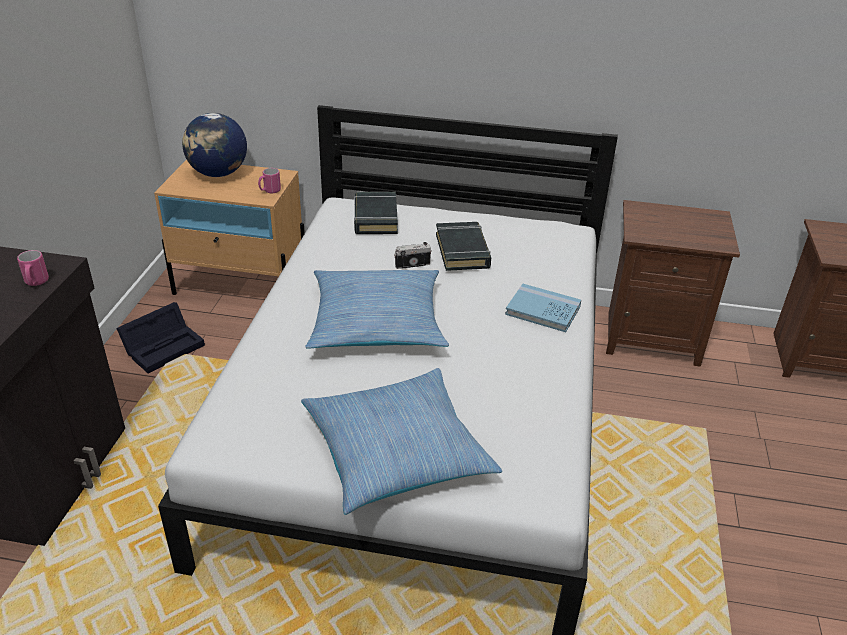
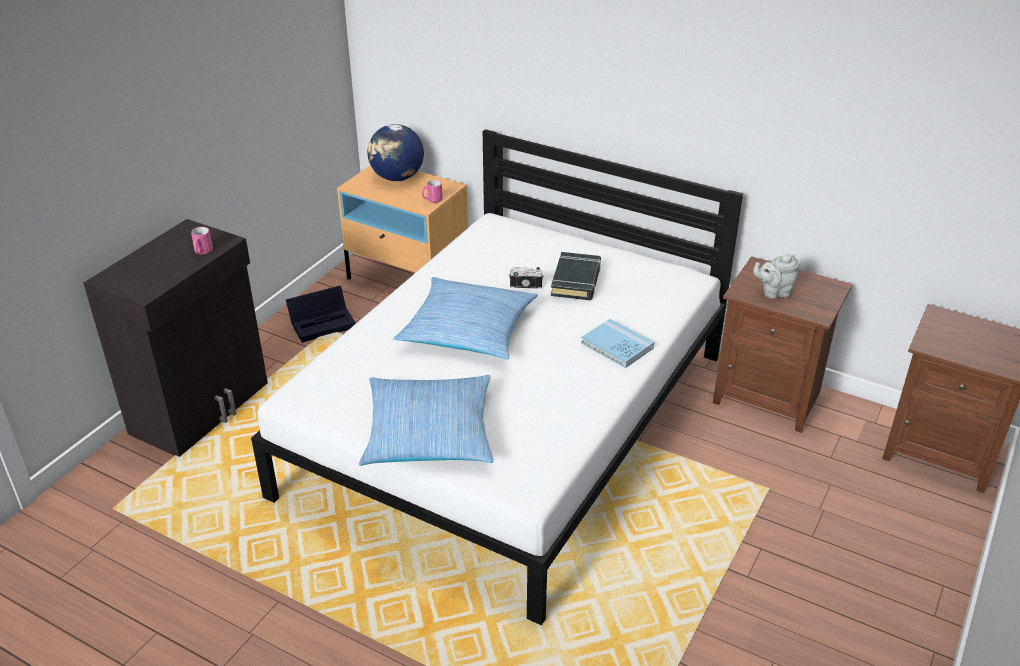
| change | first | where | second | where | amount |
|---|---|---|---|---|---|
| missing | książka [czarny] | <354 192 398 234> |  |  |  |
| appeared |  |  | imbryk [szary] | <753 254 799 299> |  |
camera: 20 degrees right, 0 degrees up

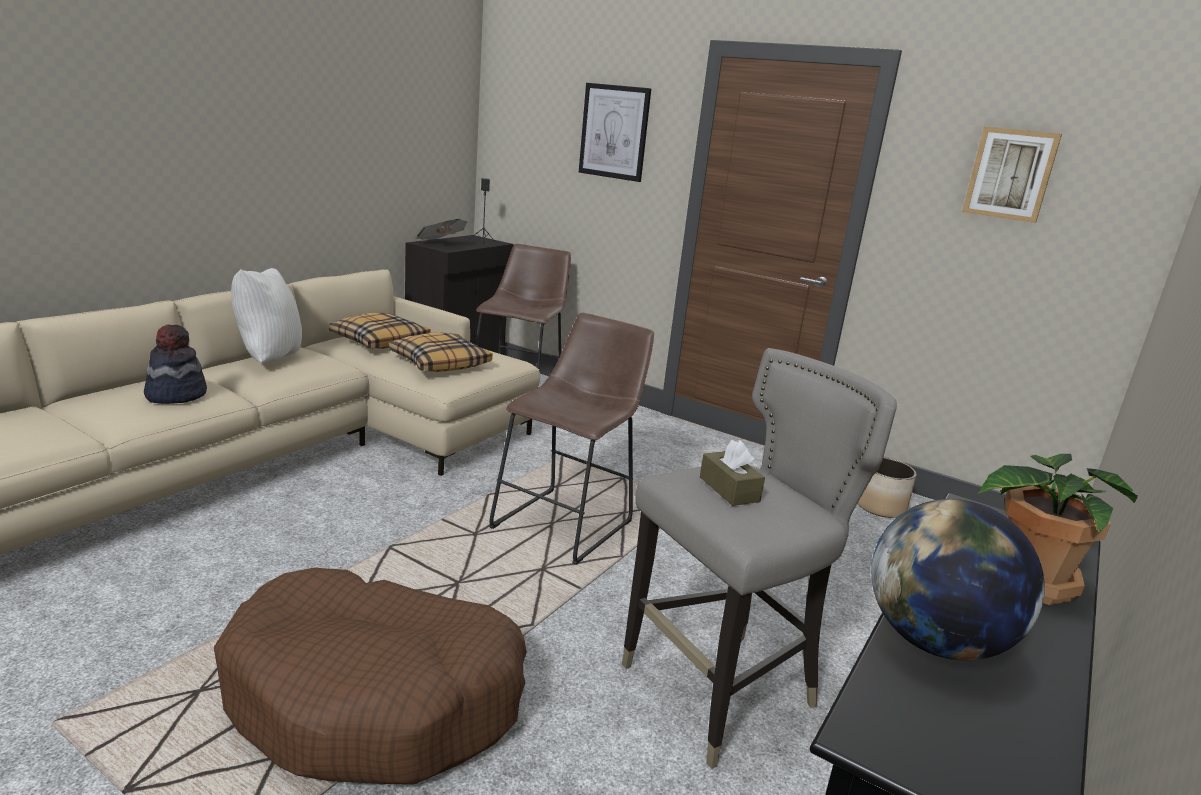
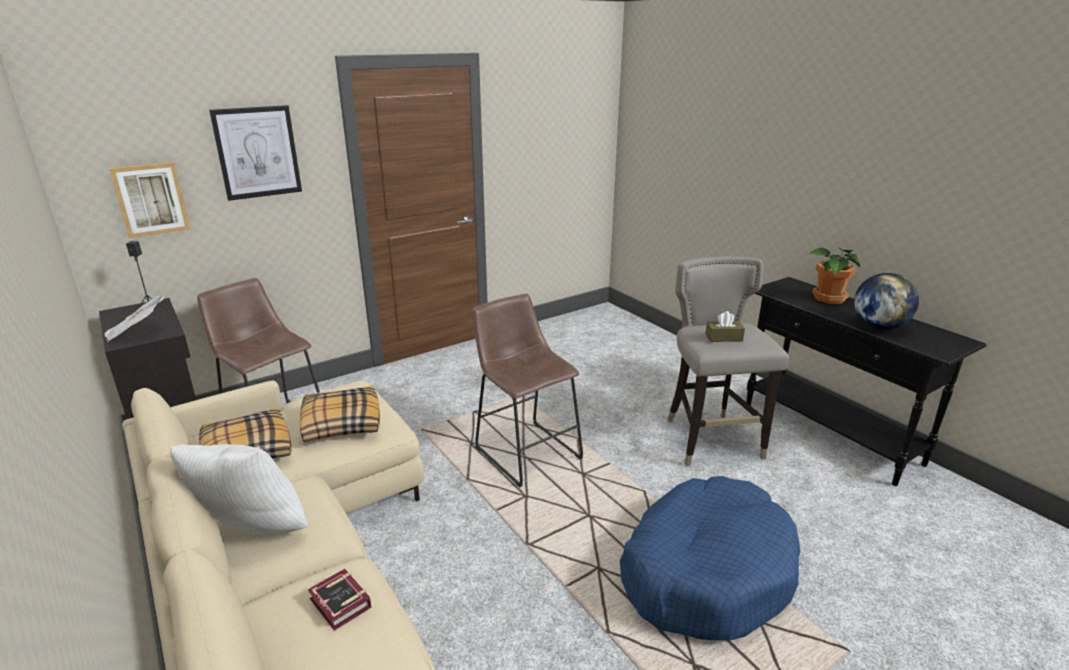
| change | first | where | second | where | amount |
|---|---|---|---|---|---|
| relocated | obraz | <962 127 1062 223> |  | <109 162 190 238> |  |
| exchanged | kapelusz | <144 325 207 404> | książka | <308 569 372 631> |  |
| missing | donica | <857 458 917 518> |  |  |  |
| colour | legowisko [brązowy] | <214 568 527 785> | legowisko [niebieski] | <620 476 800 640> |  |
camera: 65 degrees left, 5 degrees up

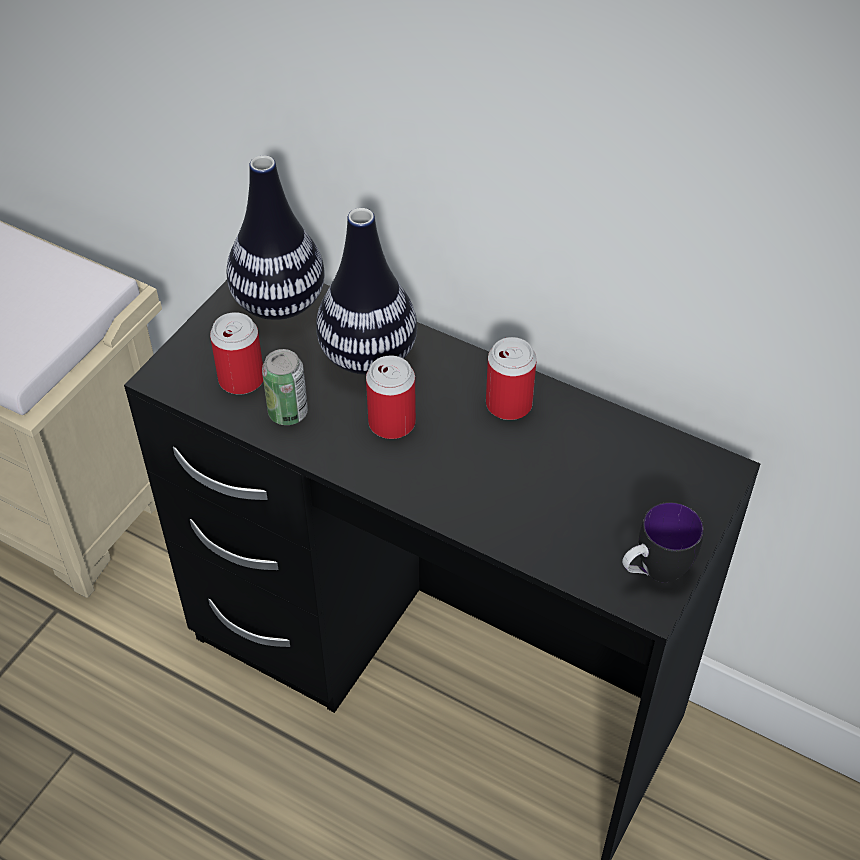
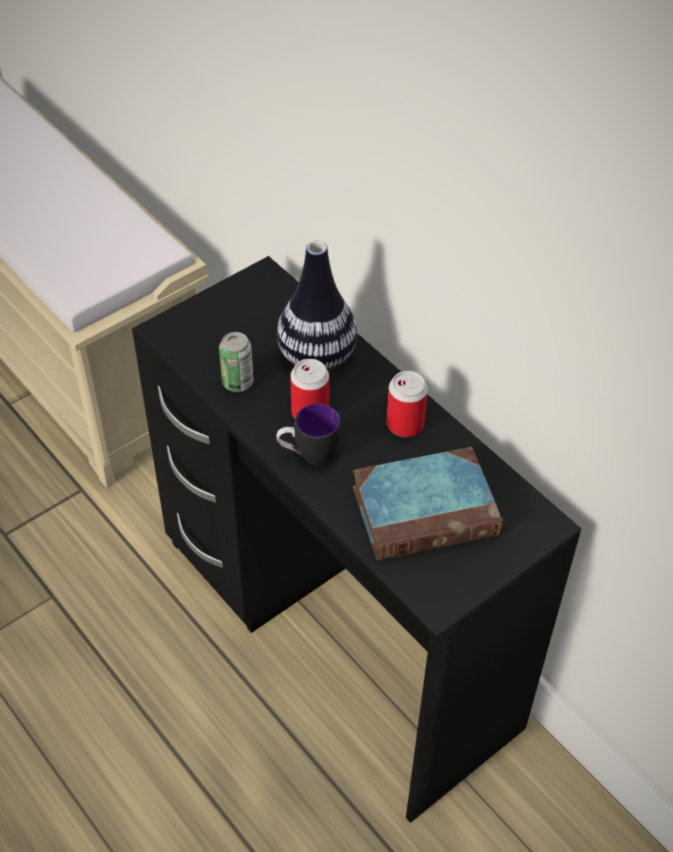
| change | first | where | second | where | amount |
|---|---|---|---|---|---|
| missing | wazon | <226 155 325 320> |  |  |  |
| missing | puszka | <210 312 263 395> |  |  |  |
| relocated | kubek | <622 502 704 583> |  | <277 404 341 465> |  |
| appeared |  |  | książka | <352 447 503 561> |  |
camera: 20 degrees right, 0 degrees up

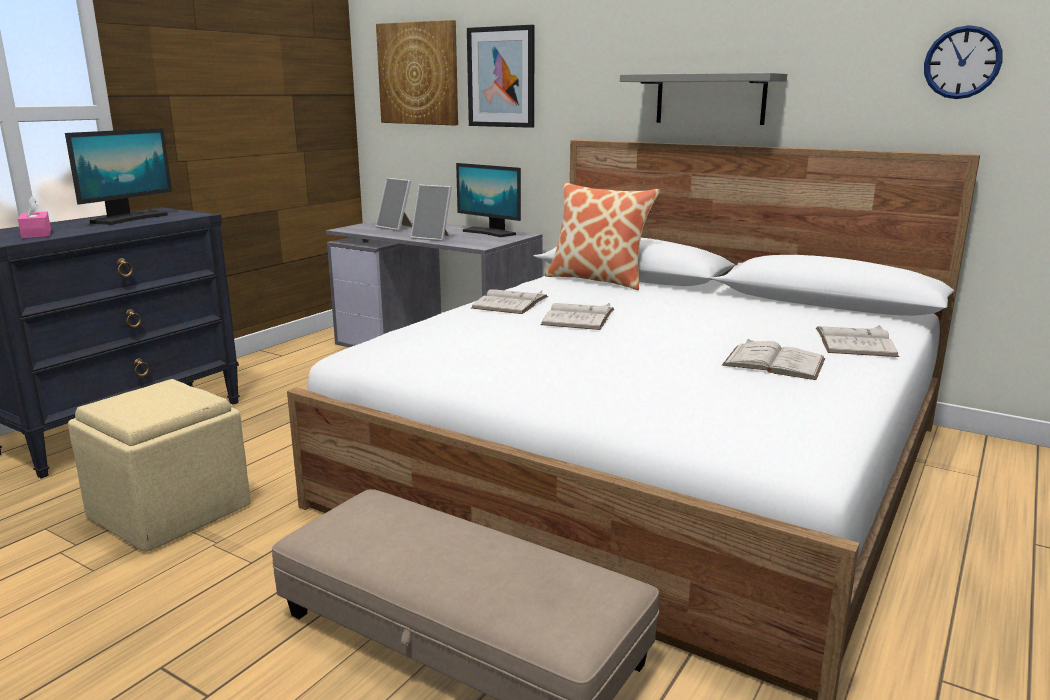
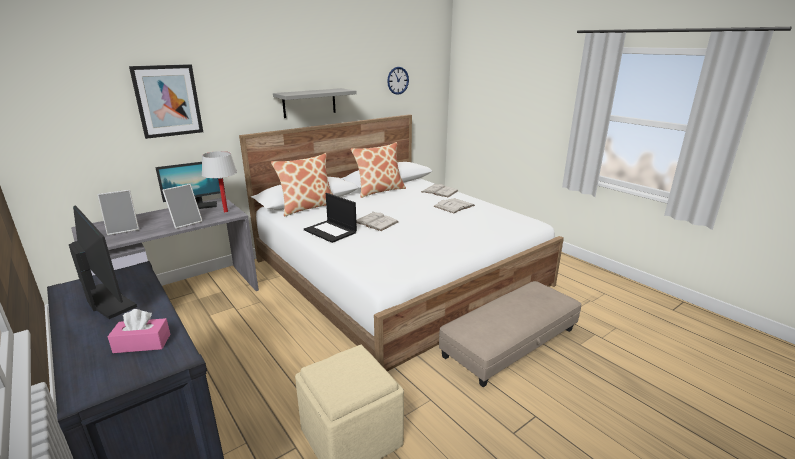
| change | first | where | second | where | amount |
|---|---|---|---|---|---|
| missing | obraz | <376 20 458 125> |  |  |  |
| exchanged | książka [biały] | <471 289 548 314> | laptop | <304 193 357 243> |  |
| appeared |  |  | poduszka | <351 142 406 198> |  |
| appeared |  |  | lampa stołowa [biały] | <202 151 237 212> |  |
camera: 70 degrees left, 5 degrees up

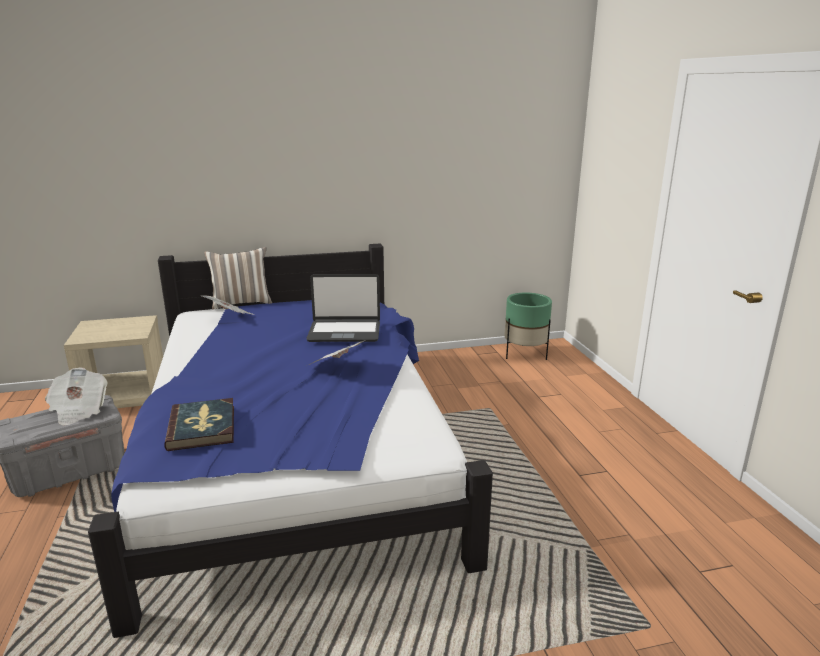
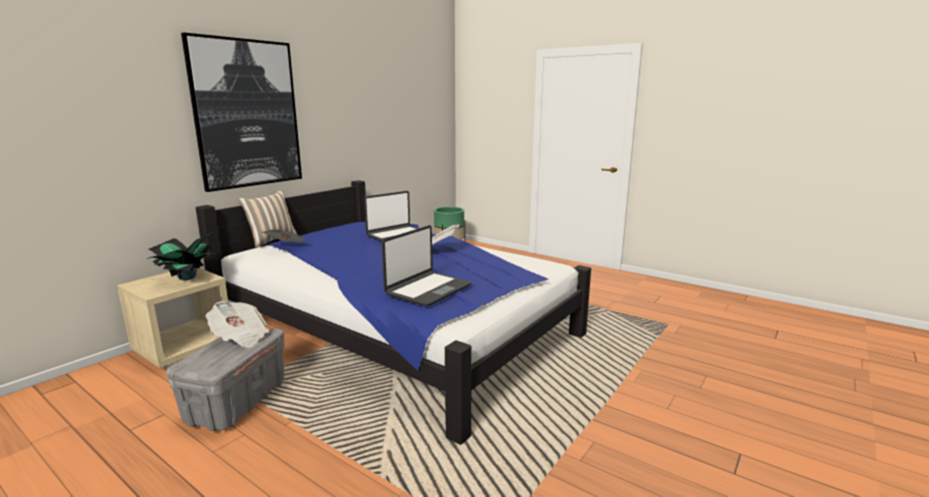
| change | first | where | second | where | amount |
|---|---|---|---|---|---|
| exchanged | książka | <164 398 234 451> | laptop | <382 225 472 306> |  |
| appeared |  |  | obraz | <181 32 302 192> |  |
| appeared |  |  | roślina doniczkowa | <147 232 216 280> |  |
camera: 40 degrees left, 5 degrees down

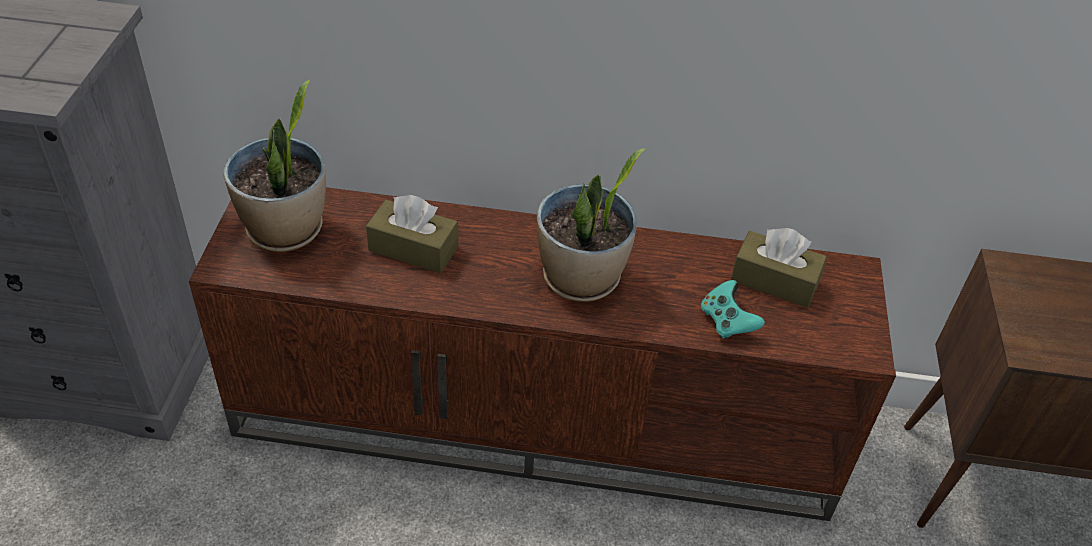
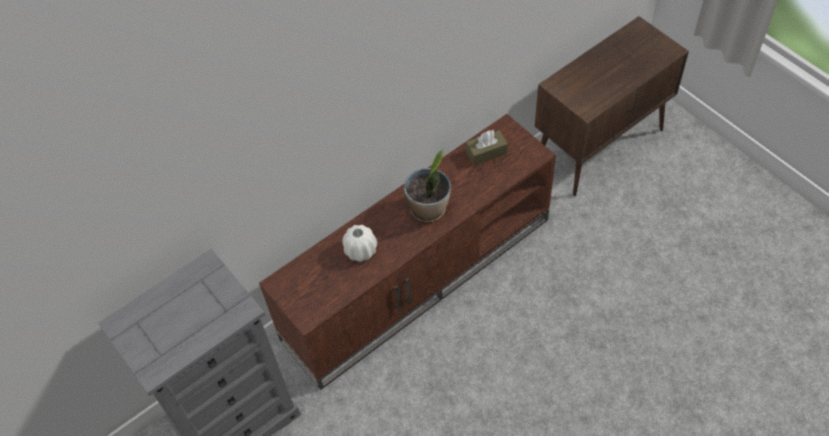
| change | first | where | second | where | amount |
|---|---|---|---|---|---|
| missing | roślina doniczkowa | <223 80 326 252> |  |  |  |
| exchanged | pudełko chusteczek [brązowy] | <366 195 458 273> | wazon [biały] | <343 225 377 262> |  |
| missing | pad do gier [turkusowy] | <701 280 765 339> |  |  |  |
camera: 40 degrees left, 10 degrees up

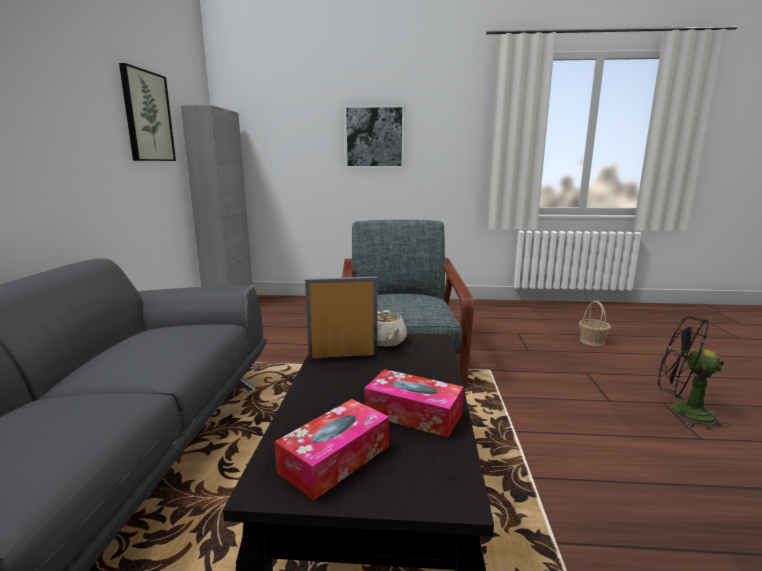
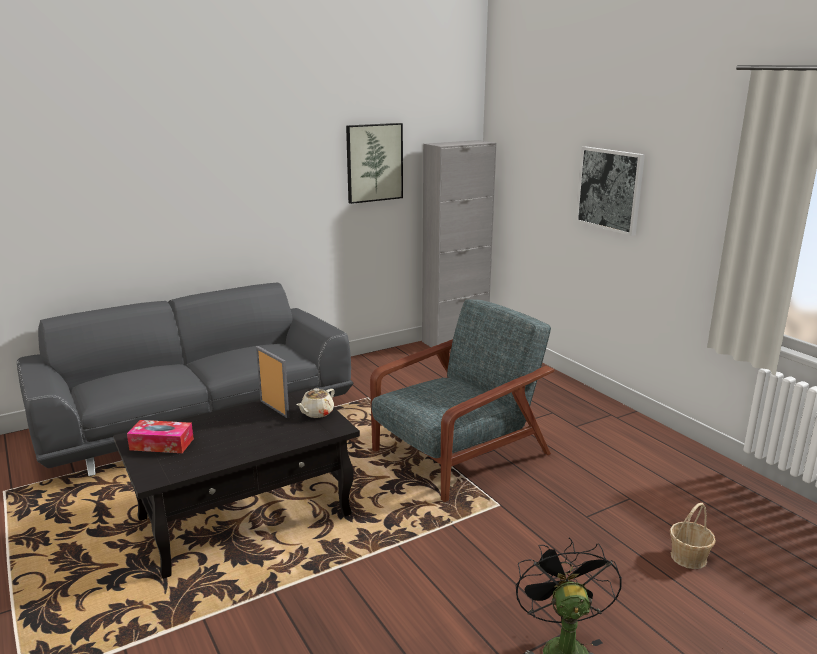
| change | first | where | second | where | amount |
|---|---|---|---|---|---|
| missing | pudełko chusteczek | <364 369 464 438> |  |  |  |
camera: 55 degrees right, 5 degrees up

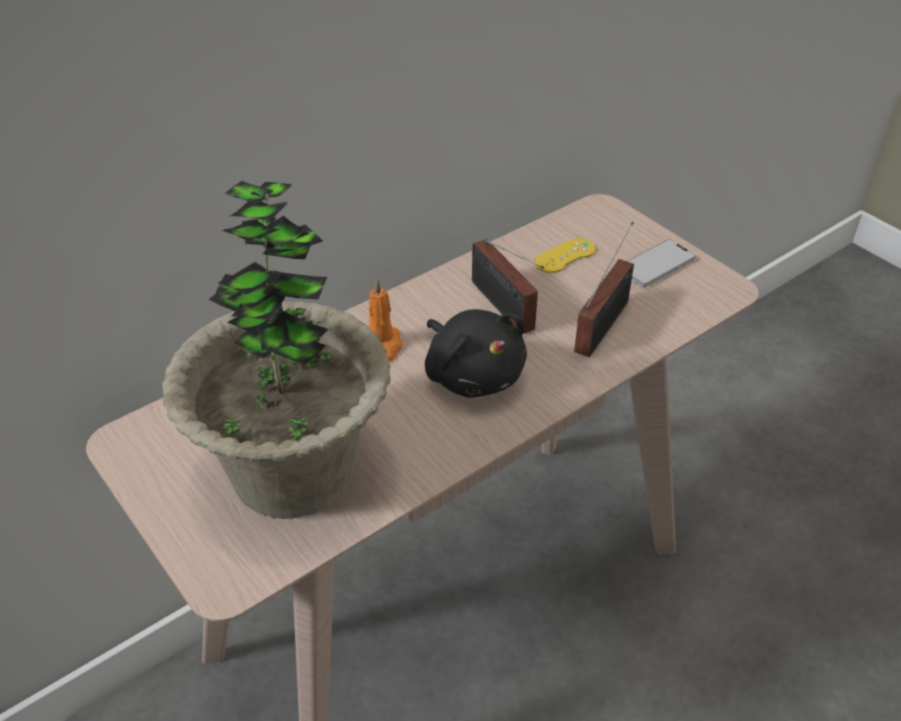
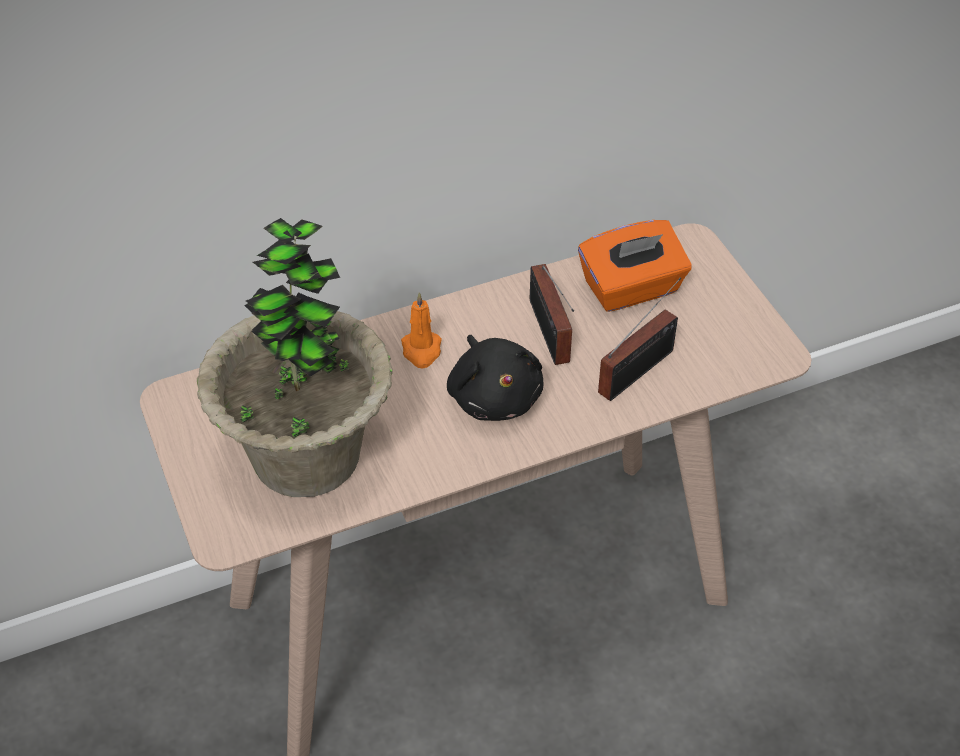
| change | first | where | second | where | amount |
|---|---|---|---|---|---|
| exchanged | pad do gier [żółty] | <534 238 596 273> | pudełko chusteczek [pomarańczowy] | <578 220 692 312> |  |
| missing | telefon | <627 239 696 287> |  |  |  |
camera: 15 degrees right, 5 degrees up

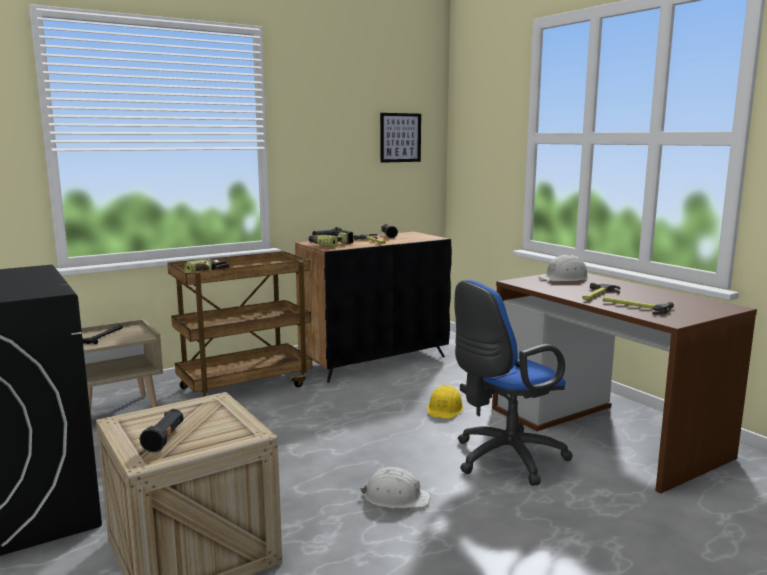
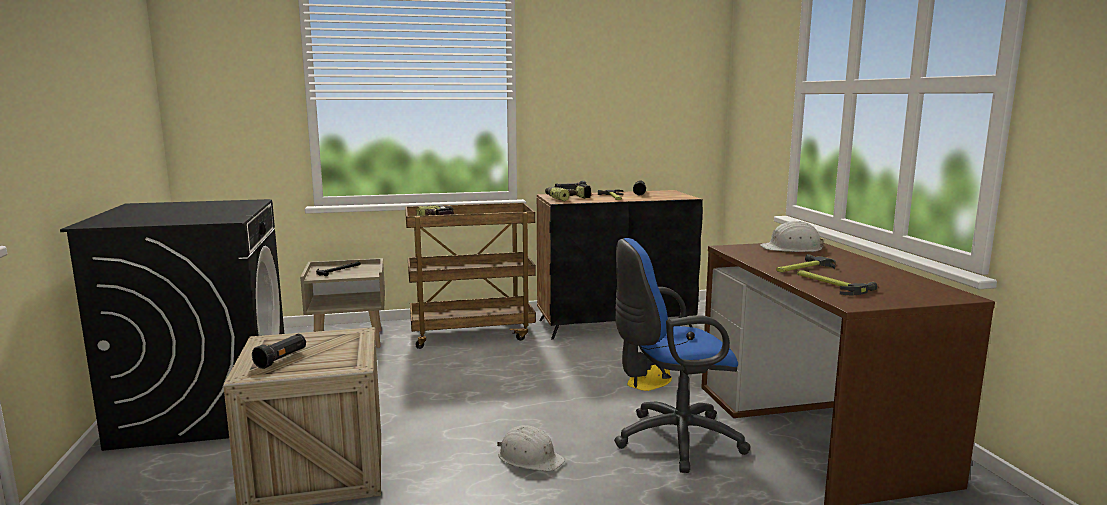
| change | first | where | second | where | amount |
|---|---|---|---|---|---|
| missing | obraz | <380 113 421 163> |  |  |  |
camera: 20 degrees right, 0 degrees up

